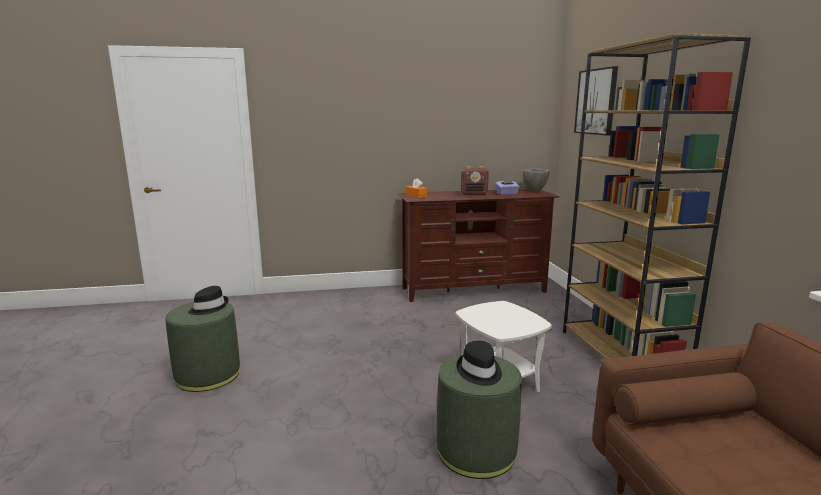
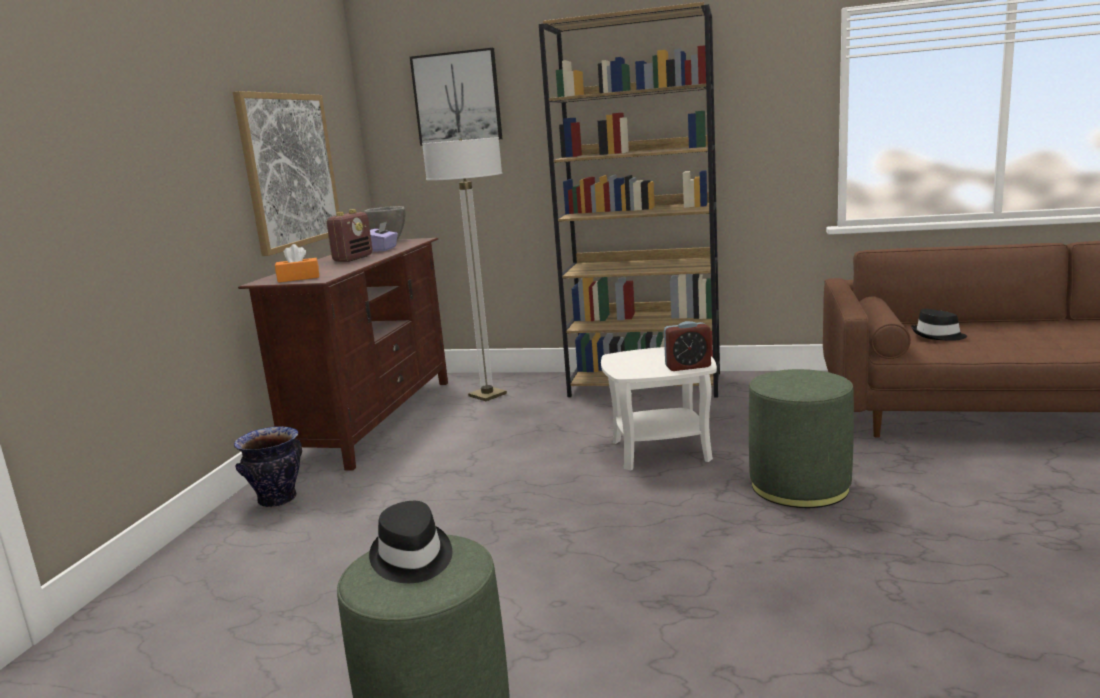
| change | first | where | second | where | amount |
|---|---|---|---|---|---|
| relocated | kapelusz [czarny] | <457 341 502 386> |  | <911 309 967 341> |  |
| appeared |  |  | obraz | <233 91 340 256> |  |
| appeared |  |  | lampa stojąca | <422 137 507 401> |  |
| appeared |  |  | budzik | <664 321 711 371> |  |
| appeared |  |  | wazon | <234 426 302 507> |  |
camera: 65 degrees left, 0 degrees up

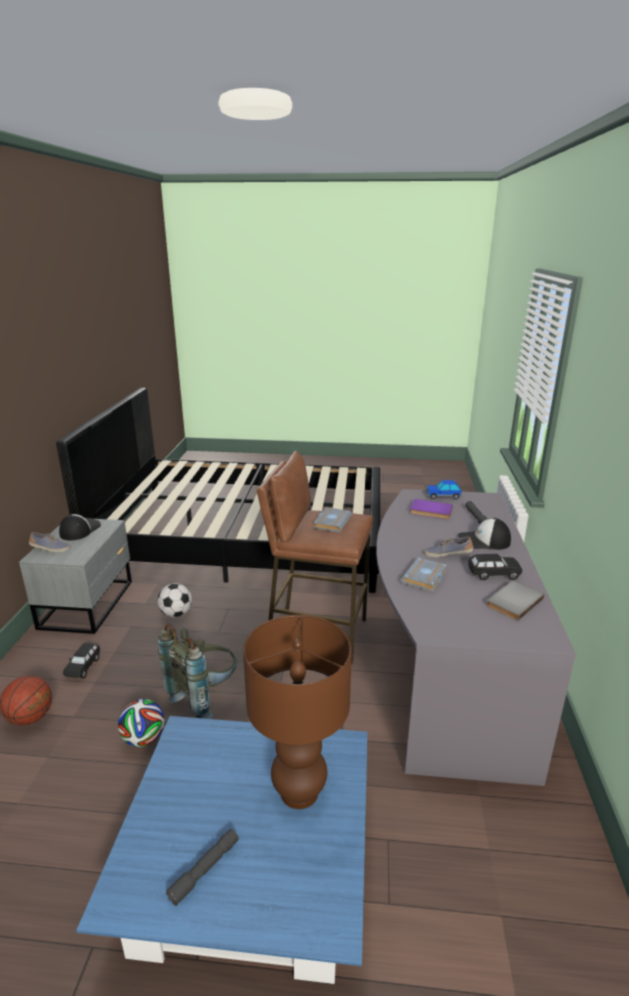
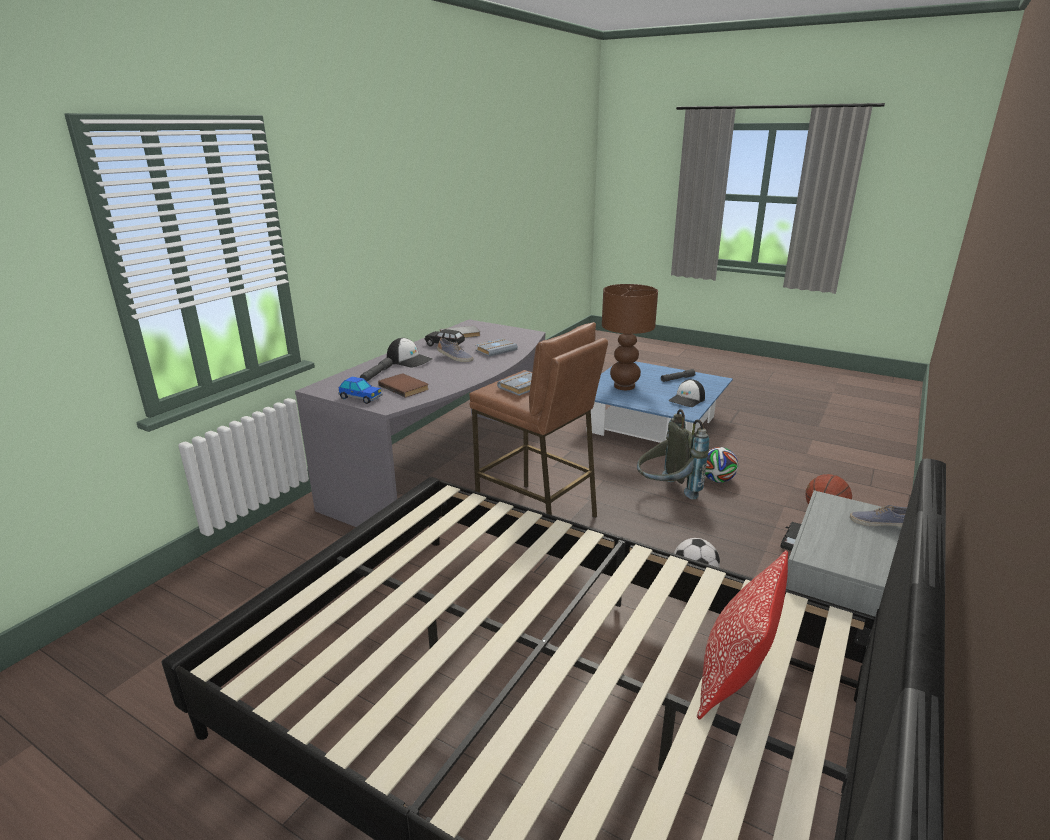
| change | first | where | second | where | amount |
|---|---|---|---|---|---|
| colour | książka [fioletowy] | <409 499 453 519> | książka [brązowy] | <378 374 429 397> |  |
| relocated | czapka z daszkiem | <59 514 101 540> |  | <669 379 705 407> |  |
| appeared |  |  | poduszka | <697 550 788 720> |  |
camera: 155 degrees left, 0 degrees up

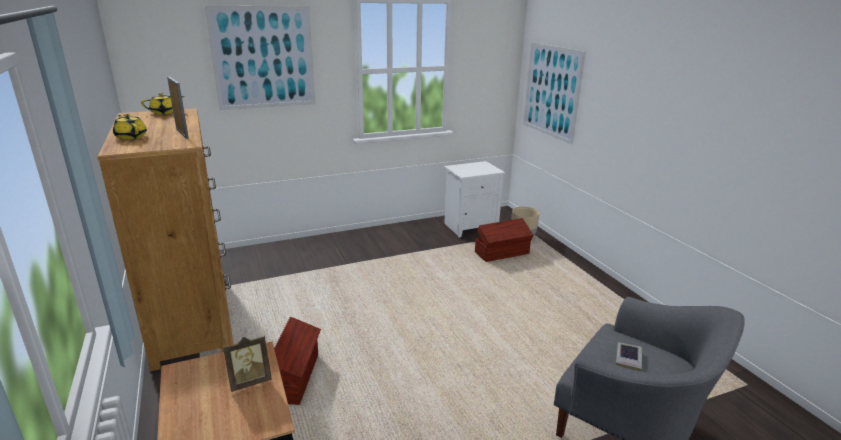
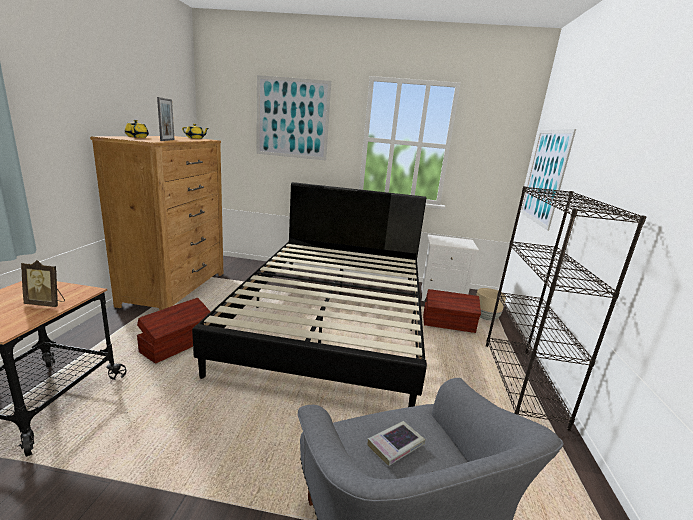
| change | first | where | second | where | amount |
|---|---|---|---|---|---|
| appeared |  |  | łóżko [czarny] | <192 182 427 407> |  |
| appeared |  |  | regał [czarny] | <486 186 646 431> |  |
camera: 30 degrees right, 5 degrees down

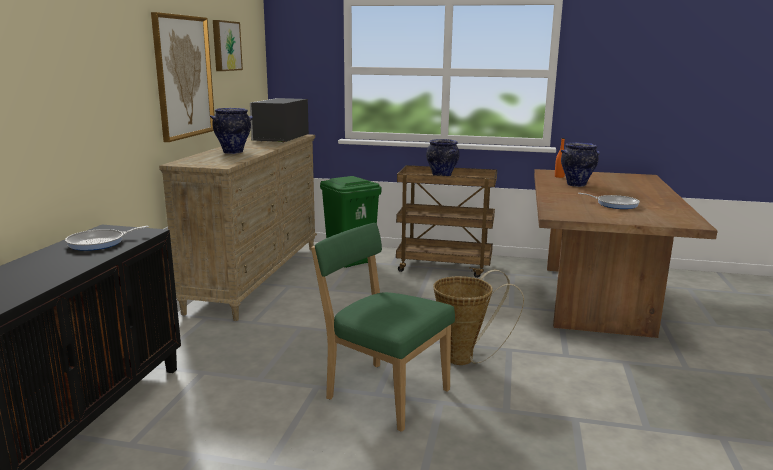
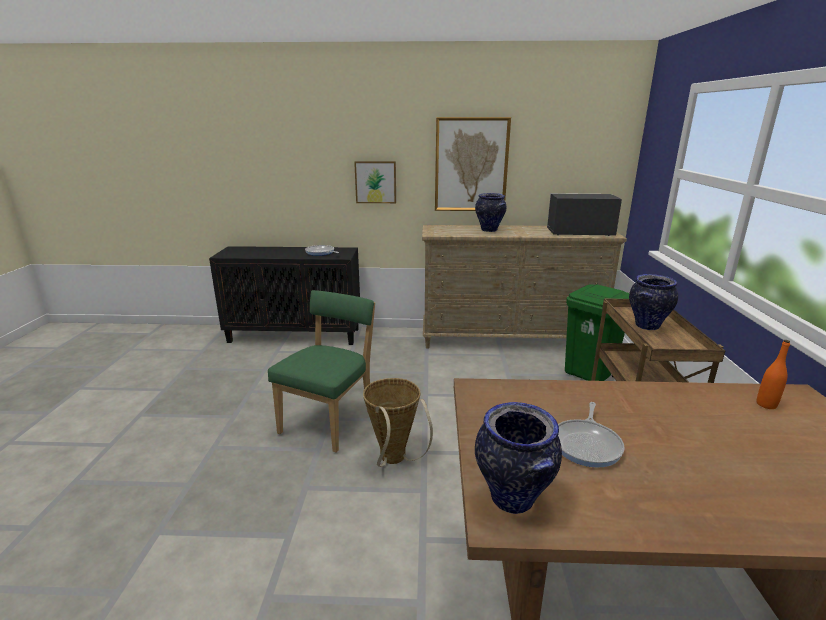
| change | first | where | second | where | amount |
|---|---|---|---|---|---|
| relocated | obraz | <213 20 243 71> |  | <354 161 396 203> |  |
| relocated | wazon | <561 142 600 187> |  | <475 402 562 514> |  |
camera: 80 degrees right, 5 degrees up

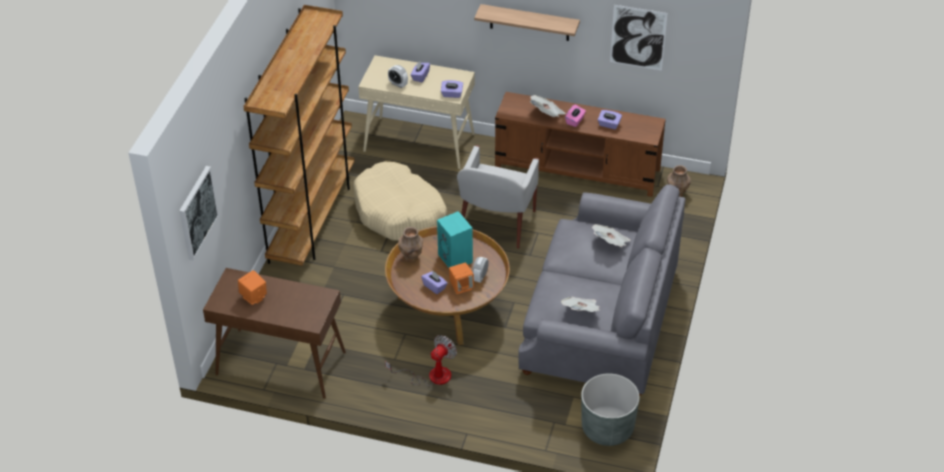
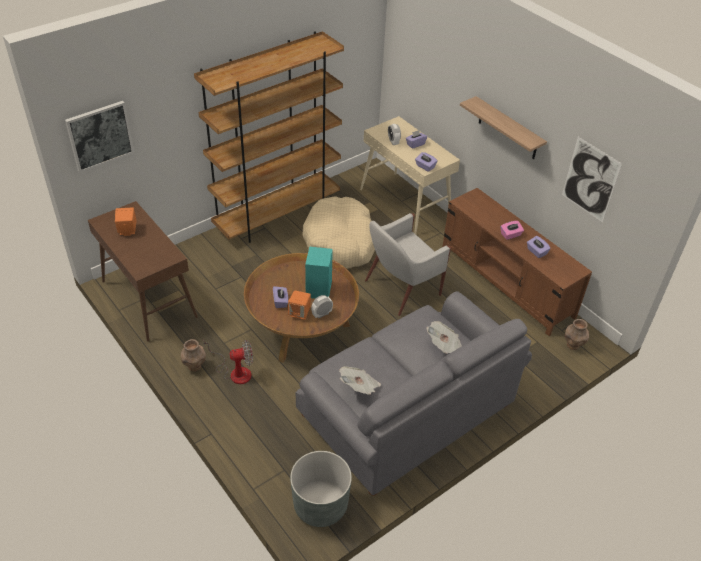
| change | first | where | second | where | amount |
|---|---|---|---|---|---|
| missing | gazeta | <529 95 566 117> |  |  |  |
| relocated | wazon [brązowy] | <398 227 423 262> |  | <181 339 206 372> |  |
camera: 35 degrees right, 0 degrees up

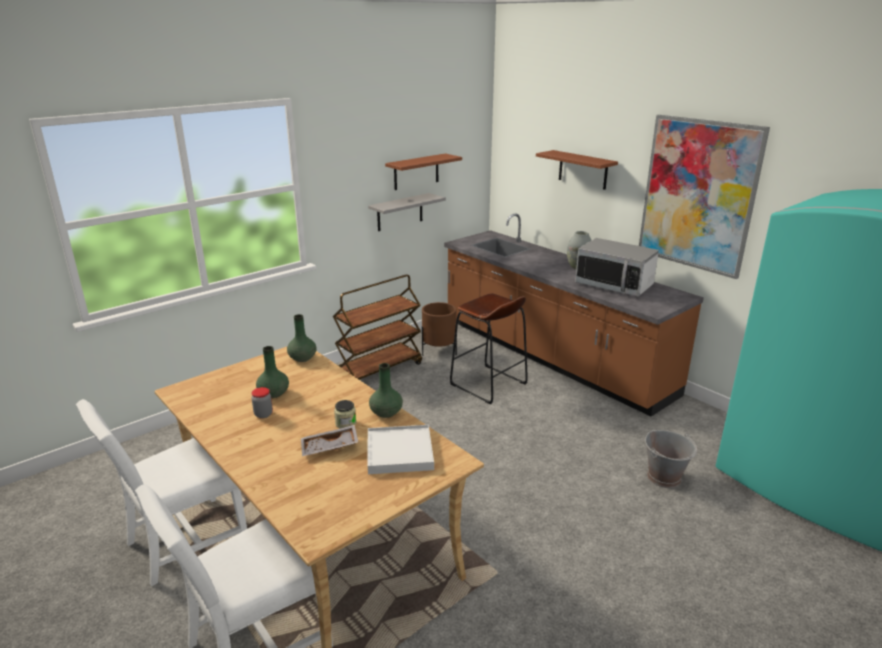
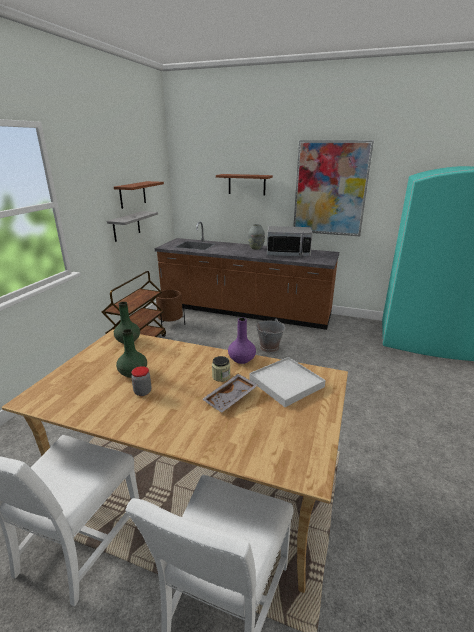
| change | first | where | second | where | amount |
|---|---|---|---|---|---|
| missing | stołek [brązowy] | <450 293 528 405> |  |  |  |
| colour | wazon [zielony] | <369 363 403 418> | wazon [fioletowy] | <228 318 256 364> |  |
| relocated | wiadro [szary] | <645 430 697 488> |  | <256 318 286 353> |  |
camera: 30 degrees left, 0 degrees up

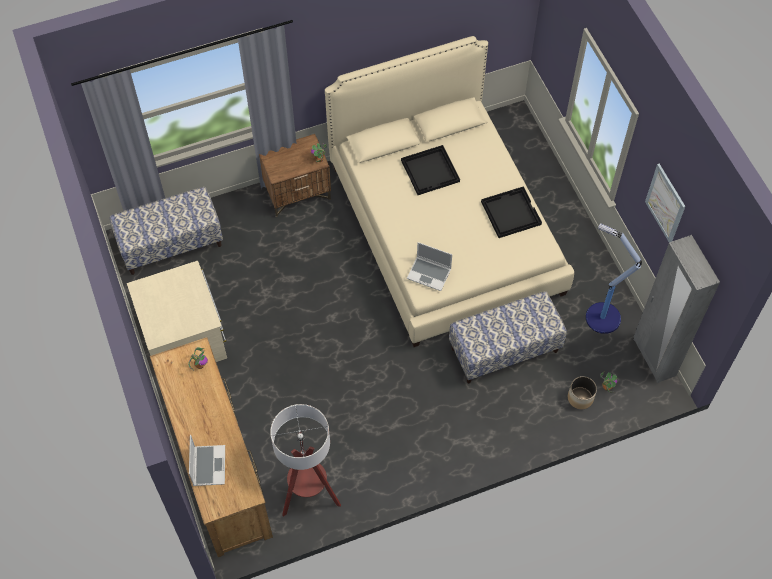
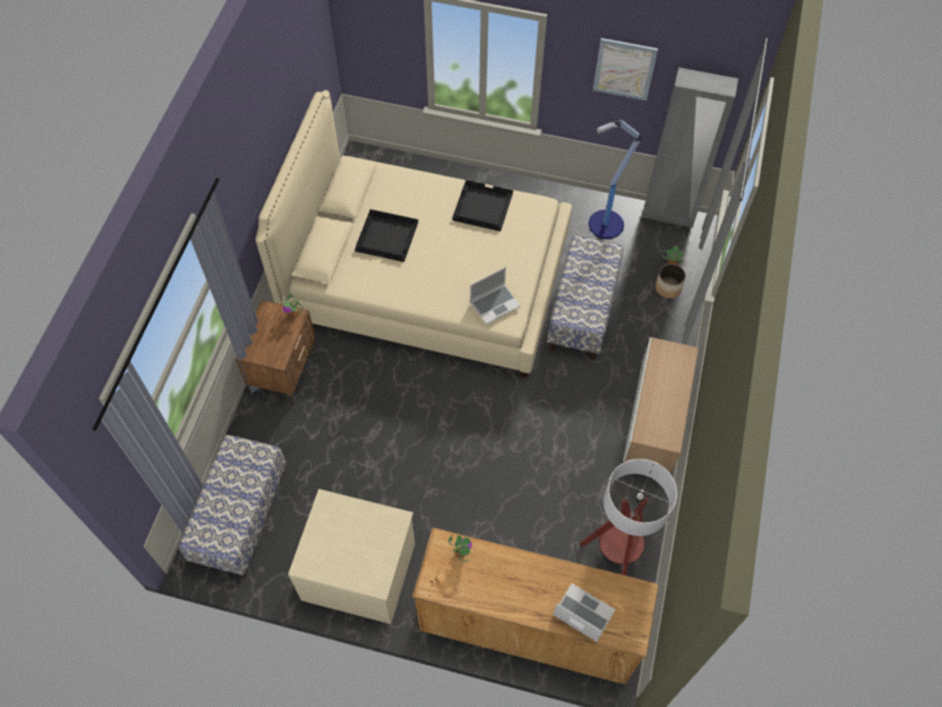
| change | first | where | second | where | amount |
|---|---|---|---|---|---|
| appeared |  |  | szafka | <623 337 698 473> |  |
camera: 55 degrees left, 0 degrees up

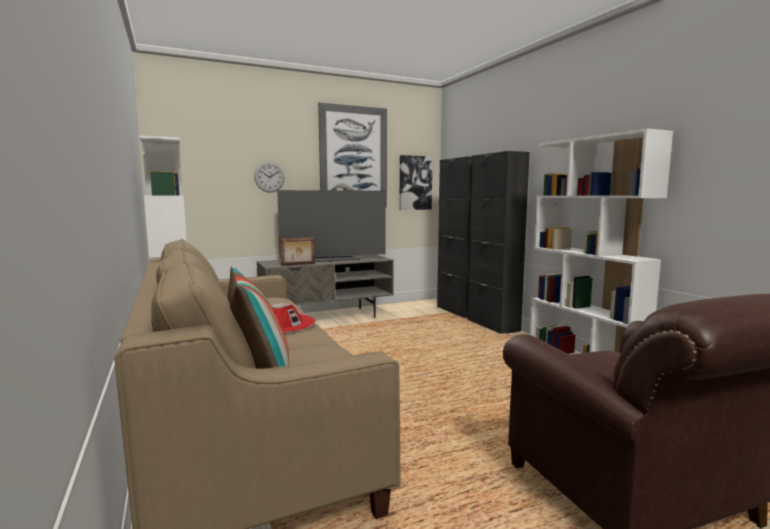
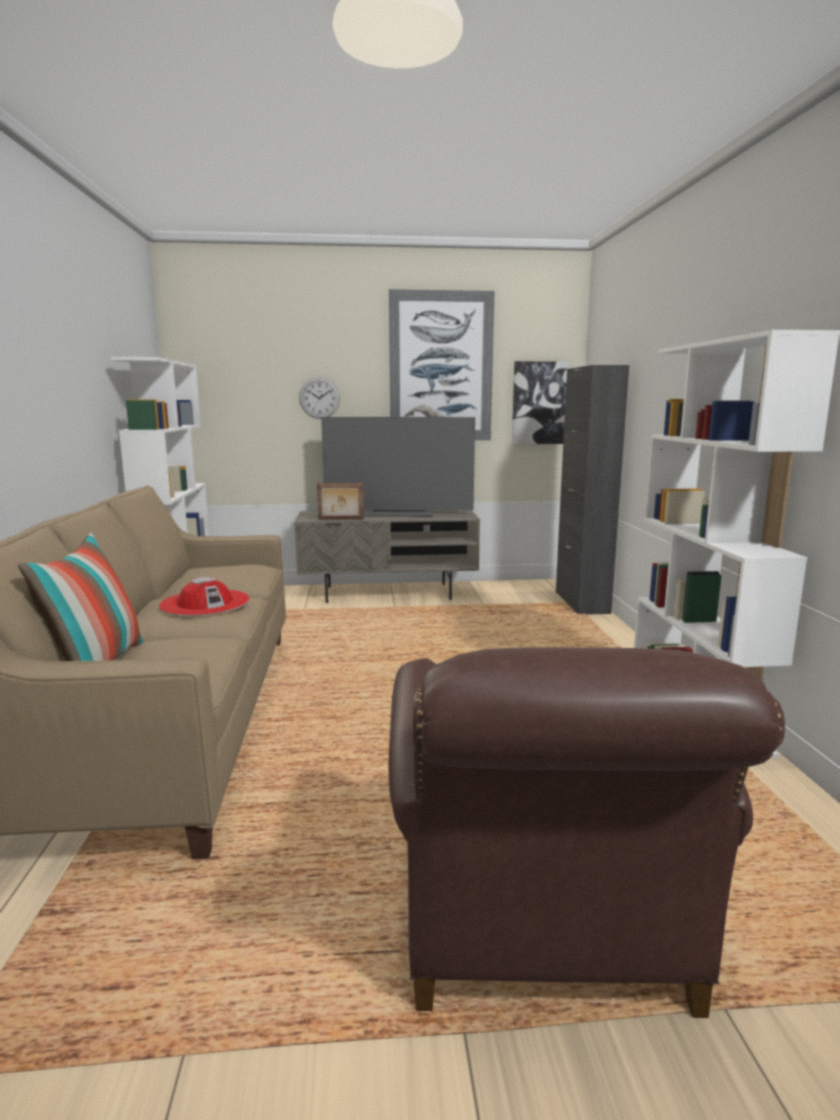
| change | first | where | second | where | amount |
|---|---|---|---|---|---|
| missing | szafka [czarny] | <467 151 529 334> |  |  |  |
camera: 20 degrees right, 5 degrees up

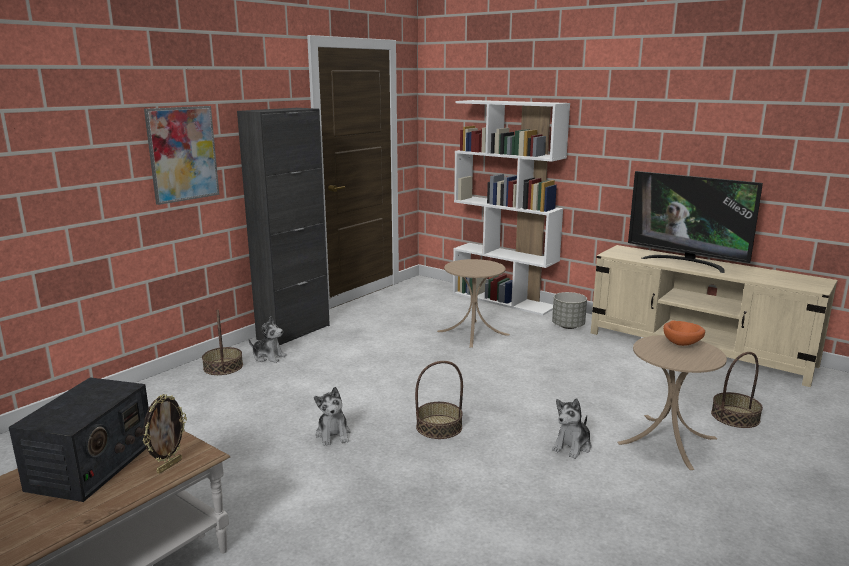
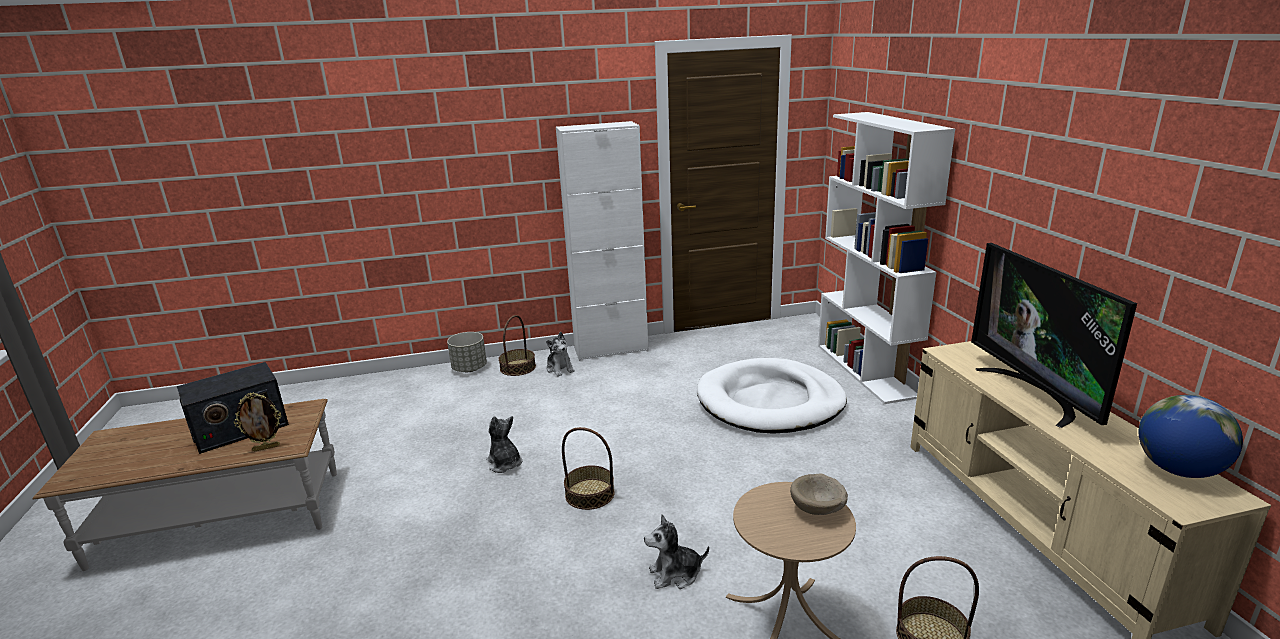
| change | first | where | second | where | amount |
|---|---|---|---|---|---|
| missing | obraz | <144 106 219 205> |  |  |  |
| colour | szafka [czarny] | <237 108 330 345> | szafka [biały] | <556 121 648 361> |  |
| exchanged | stolik [beżowy] | <437 259 510 348> | legowisko [biały] | <697 358 847 434> |  |
| relocated | donica [szary] | <552 292 587 329> |  | <447 332 487 372> |  |
| colour | miska [pomarańczowy] | <663 321 705 346> | miska [beżowy] | <790 474 848 515> |  |
| spun | pluszak | <314 387 351 446> |  | <486 416 522 473> | 120 degrees clockwise |
| appeared |  |  | globus | <1139 395 1243 478> |  |
camera: 40 degrees right, 5 degrees up

